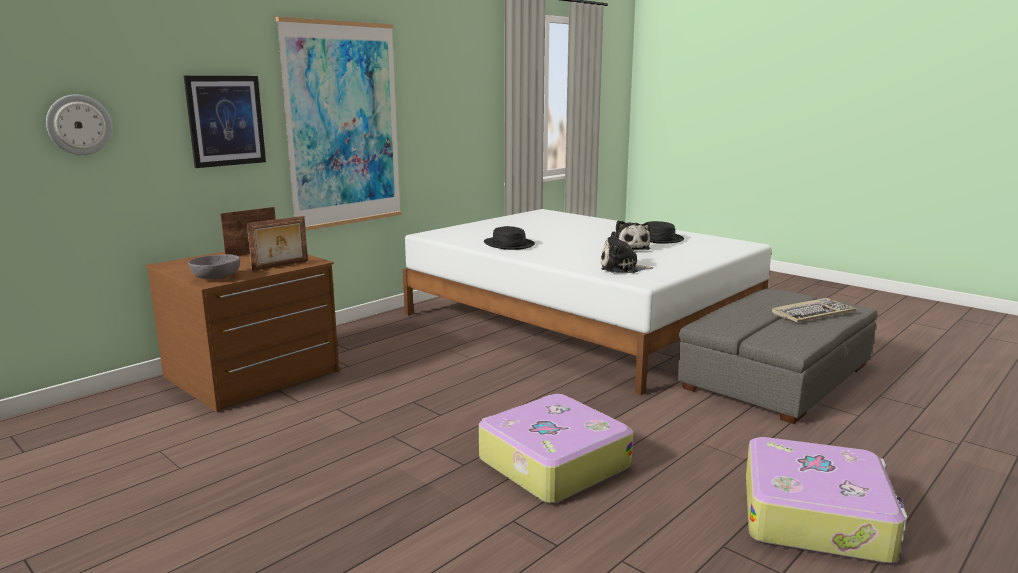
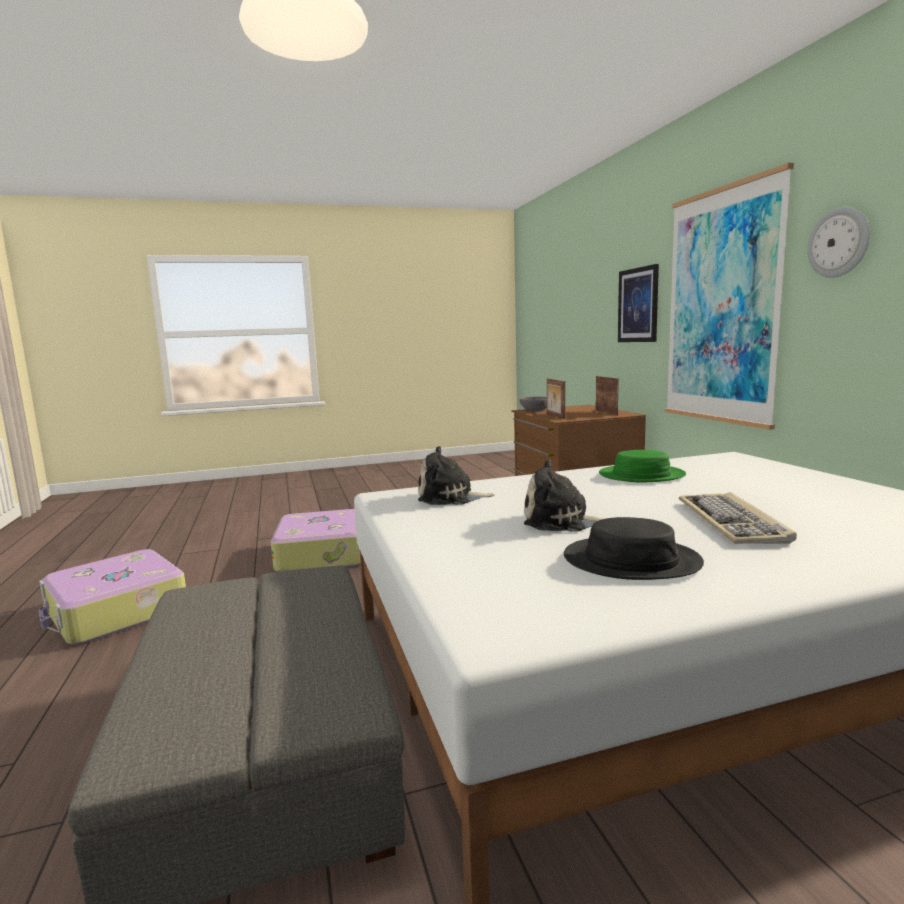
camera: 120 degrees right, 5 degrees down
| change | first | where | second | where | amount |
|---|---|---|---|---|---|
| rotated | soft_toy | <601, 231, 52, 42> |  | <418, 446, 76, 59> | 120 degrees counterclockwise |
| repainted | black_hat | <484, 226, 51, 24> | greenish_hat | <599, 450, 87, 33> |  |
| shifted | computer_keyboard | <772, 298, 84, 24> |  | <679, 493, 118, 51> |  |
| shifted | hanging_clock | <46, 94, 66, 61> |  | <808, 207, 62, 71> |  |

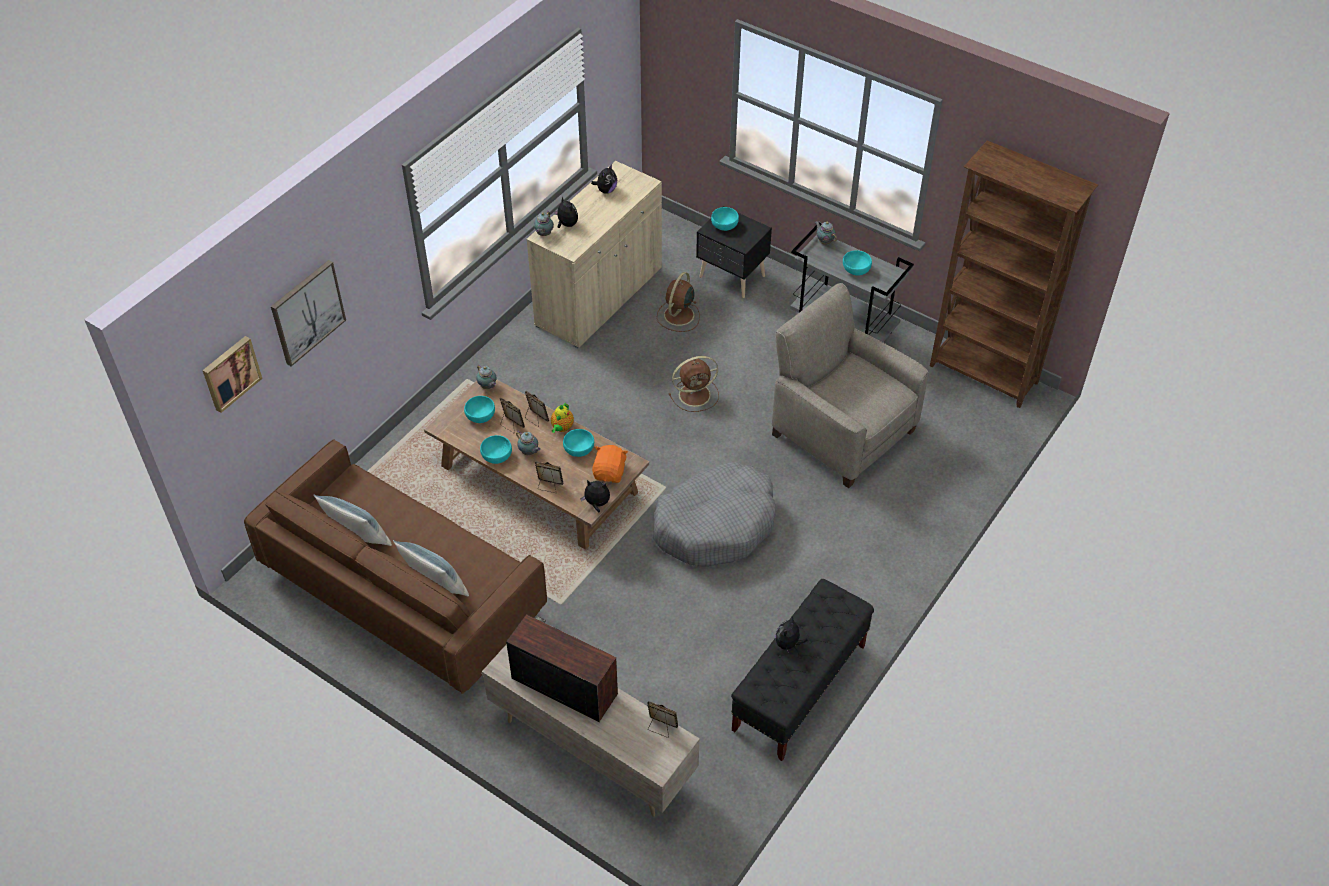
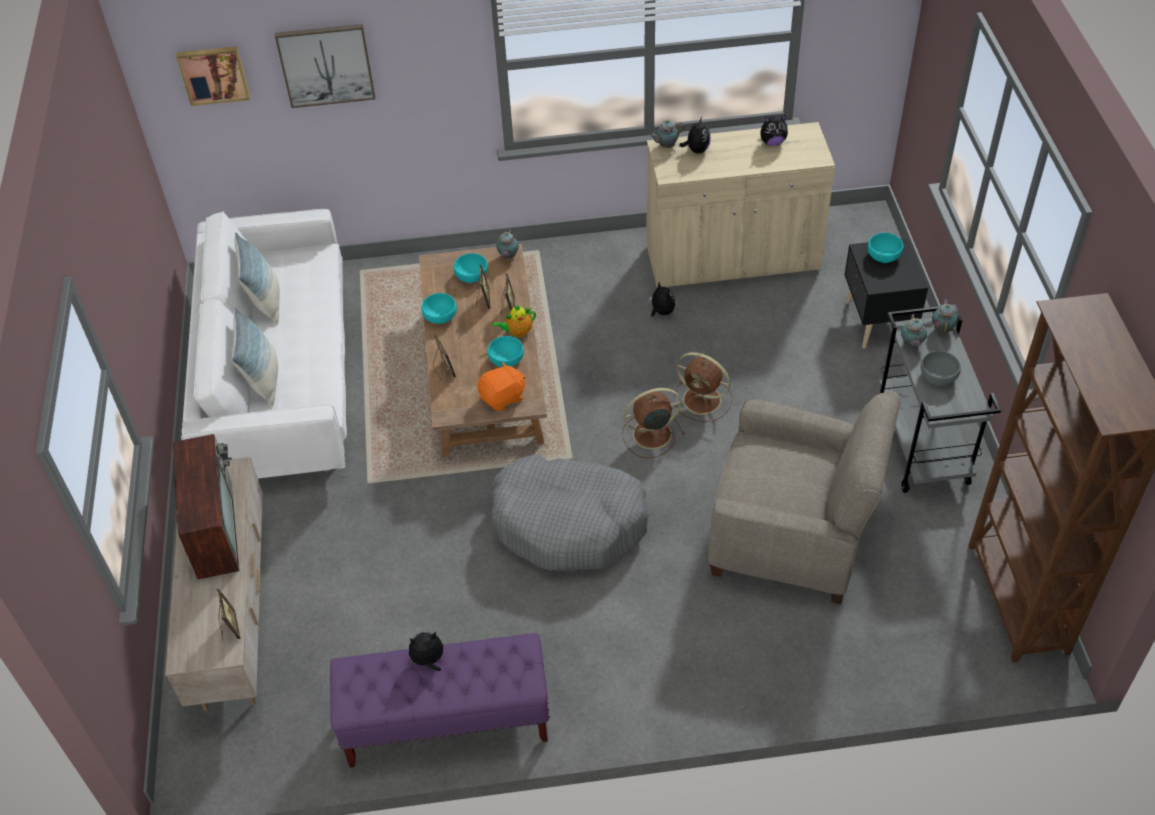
camera: 50 degrees right, 0 degrees up
| change | first | where | second | where | amount |
|---|---|---|---|---|---|
| repainted | brownish_sofa | <244, 439, 303, 255> | whitish_sofa | <181, 209, 166, 270> |  |
| repainted | black_indoor_bench | <731, 579, 143, 182> | purplish_indoor_bench | <330, 633, 220, 135> |  |
| shifted | brownish_electric_fan | <657, 272, 43, 60> |  | <622, 388, 63, 70> |  |
| shifted | soft_toy | <581, 480, 29, 32> |  | <649, 282, 26, 35> |  |
| rotated | beige_easy_chair | <772, 283, 156, 205> |  | <708, 392, 193, 212> | 105 degrees clockwise |
| shifted | teapot | <516, 431, 25, 24> |  | <901, 314, 26, 34> |  |
| repainted | turquoise_deep_dish | <843, 250, 29, 26> | greyish_deep_dish | <921, 351, 40, 34> |  |

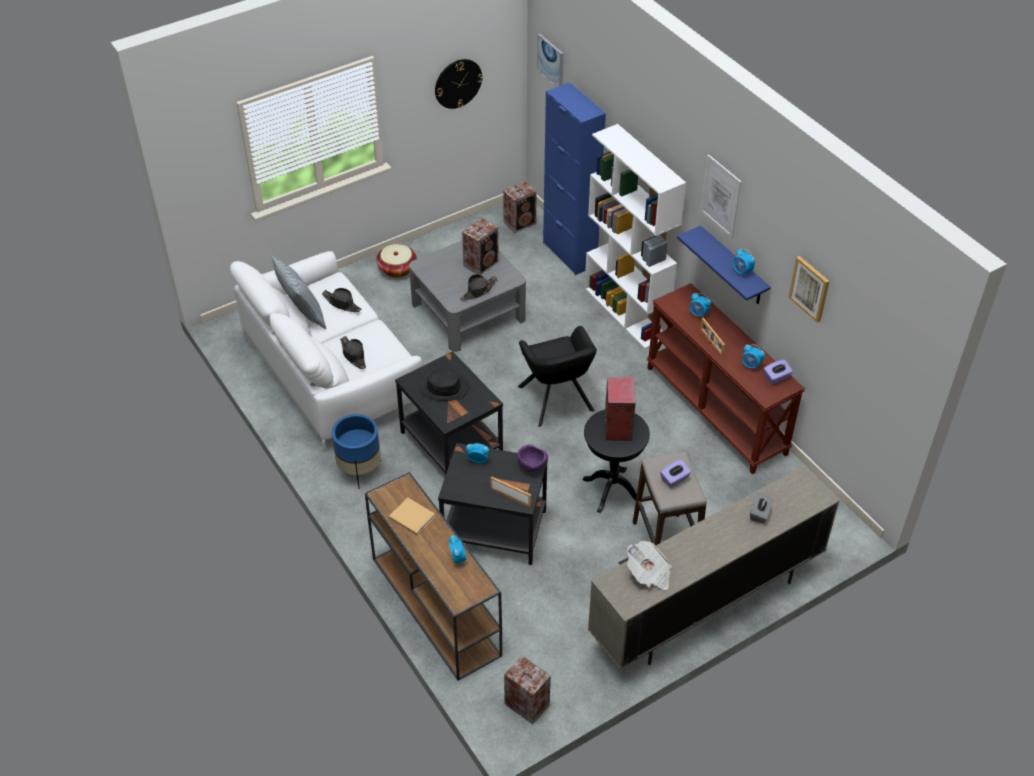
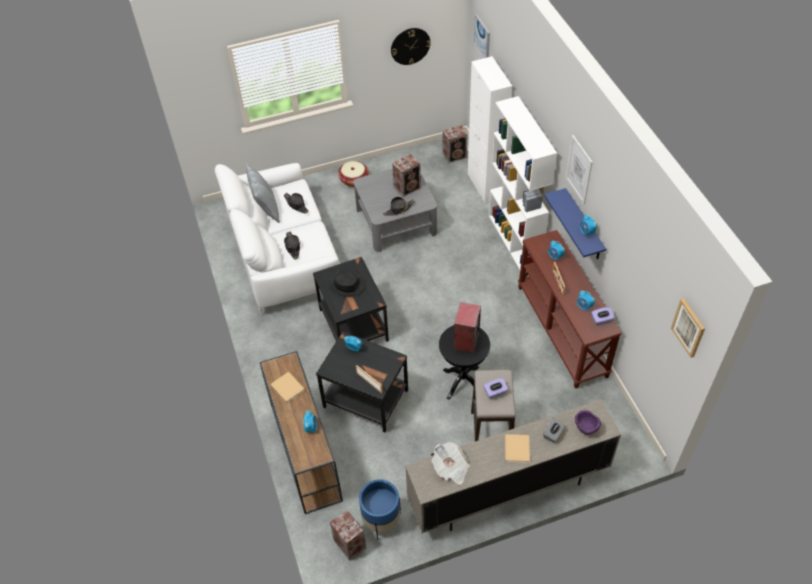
camera: 15 degrees right, 5 degrees up
| change | first | where | second | where | amount |
|---|---|---|---|---|---|
| shifted | blue-coloured_flower_pot | <332, 414, 49, 75> |  | <359, 479, 42, 61> |  |
| repainted | blue-coloured_cabinet | <543, 82, 63, 193> | whitish_cabinet | <468, 56, 44, 147> |  |
| new |  |  | beige_book | <505, 434, 25, 29> |  |
| shifted | purplish_deep_dish | <517, 445, 31, 27> |  | <575, 410, 26, 25> |  |
| shifted | wall_art | <788, 256, 41, 67> |  | <671, 298, 34, 60> |  |
| gone | black_easy_chair | <518, 326, 79, 101> |  |  |  |

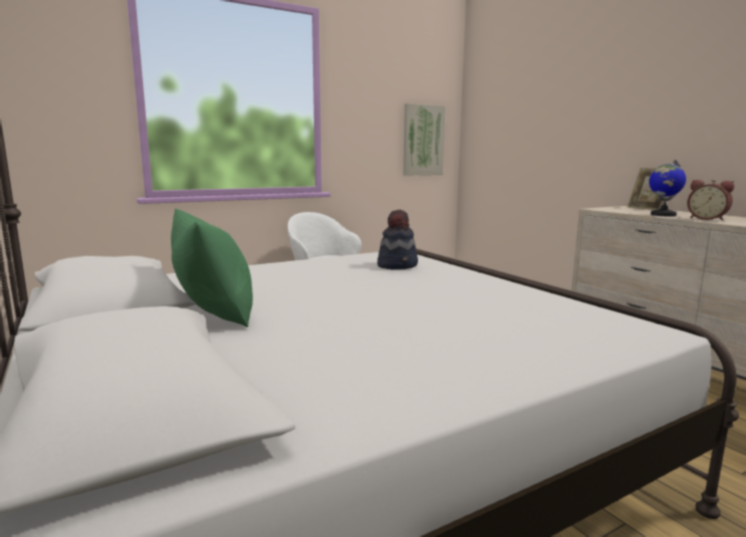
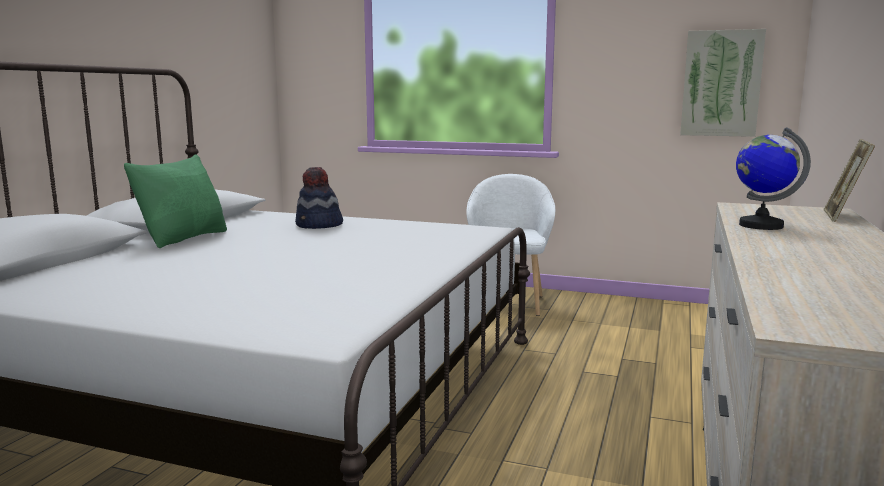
camera: 50 degrees right, 0 degrees up
| change | first | where | second | where | amount |
|---|---|---|---|---|---|
| shifted | hat | <377, 209, 41, 61> |  | <295, 167, 48, 62> |  |
| gone | bedside_clock | <687, 180, 47, 41> |  |  |  |

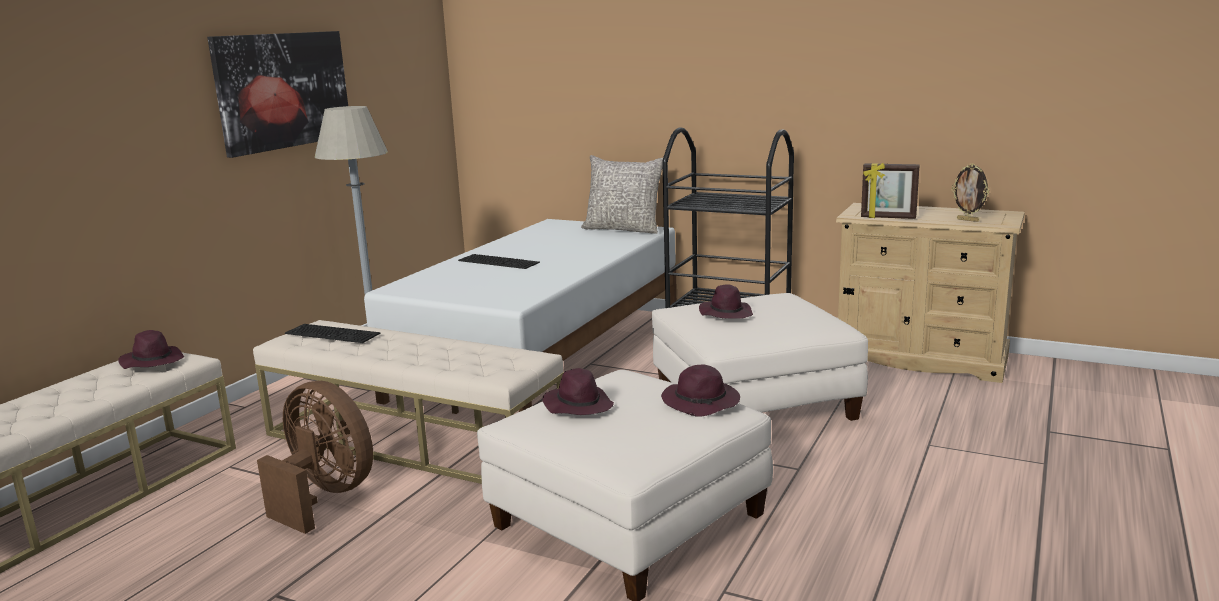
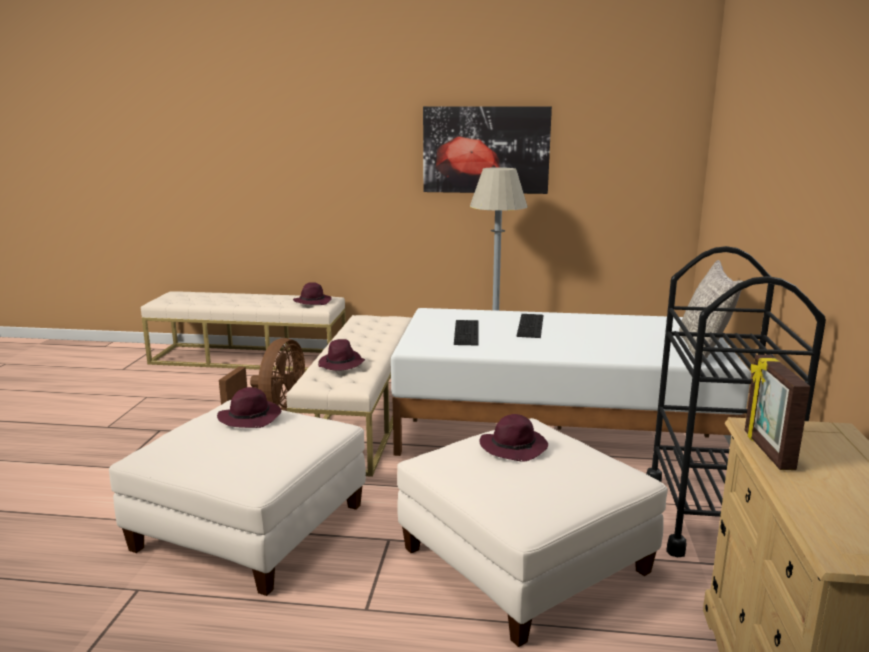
camera: 70 degrees right, 0 degrees up
| change | first | where | second | where | amount |
|---|---|---|---|---|---|
| shifted | purplish_hat | <661, 364, 79, 53> |  | <318, 339, 47, 32> |  |
| shifted | computer_keyboard | <285, 324, 96, 19> |  | <454, 320, 25, 26> |  |
| gone | picture_frame | <952, 163, 37, 59> |  |  |  |

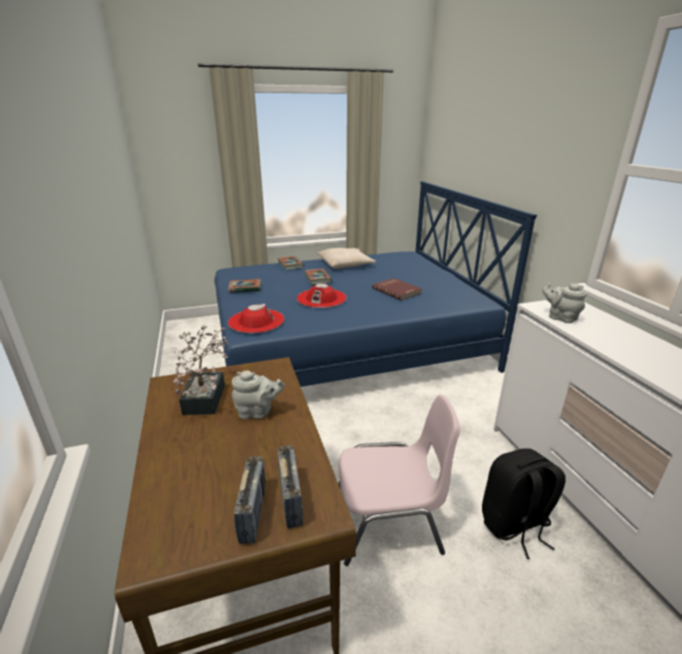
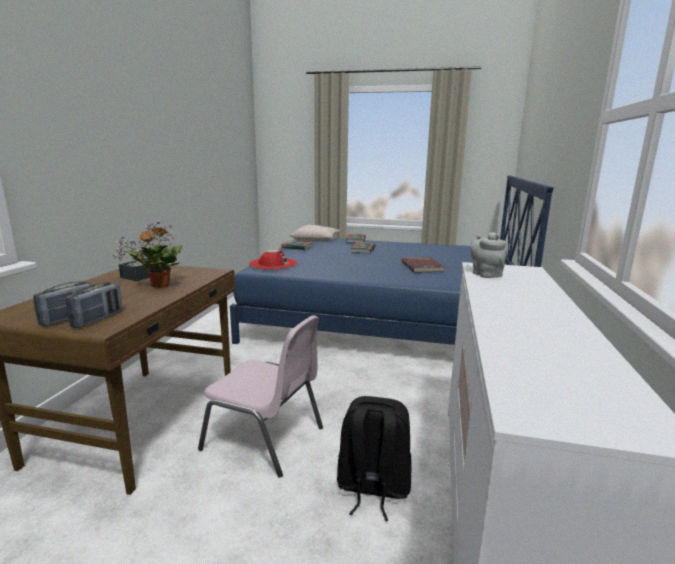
camera: 30 degrees right, 10 degrees down
| change | first | where | second | where | amount |
|---|---|---|---|---|---|
| swapped | greyish_teapot | <232, 370, 53, 50> | houseplant | <126, 227, 57, 61> |  |
| shifted | beige_throw_pillow | <317, 248, 59, 21> |  | <290, 225, 51, 16> |  |
| gone | red-coloured_hat | <297, 284, 49, 24> |  |  |  |

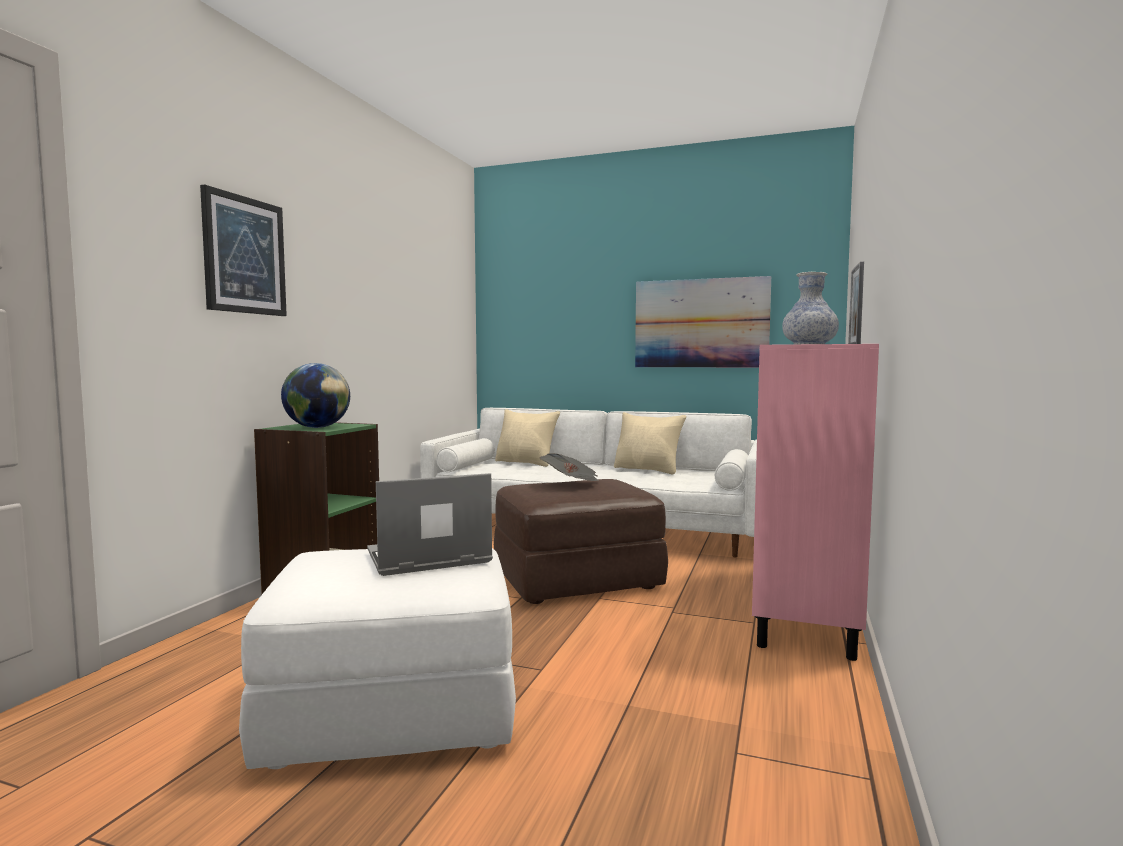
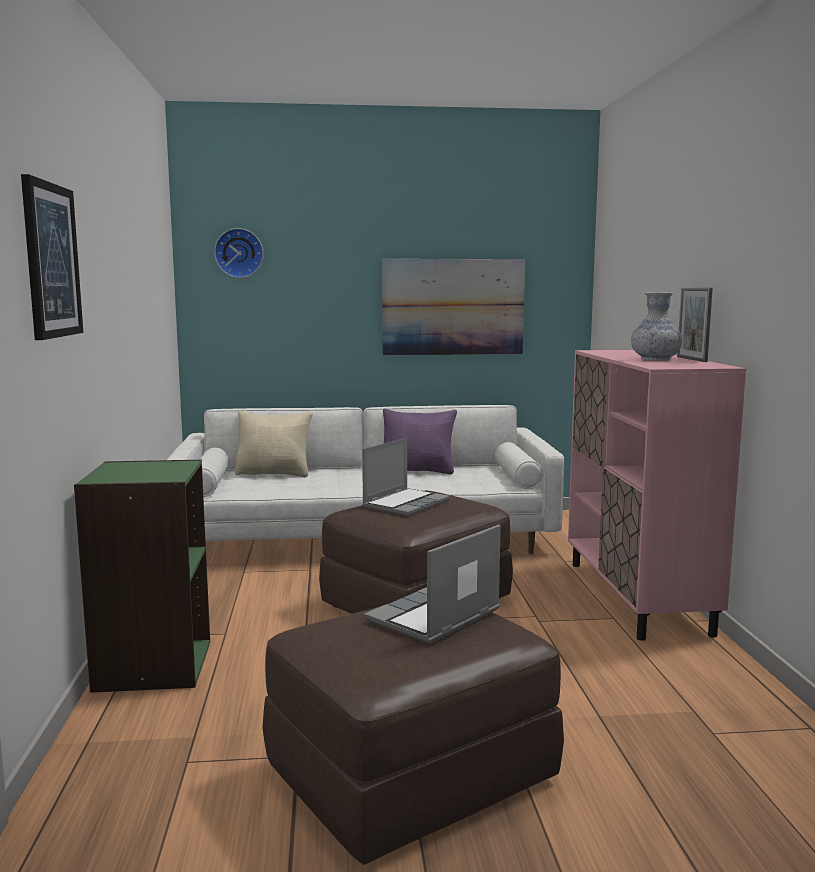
camera: 25 degrees left, 5 degrees up
| change | first | where | second | where | amount |
|---|---|---|---|---|---|
| new |  |  | hanging_clock | <214, 228, 50, 50> |  |
| repainted | whitish_footrest | <239, 548, 277, 221> | brownish_footrest | <262, 606, 302, 259> |  |
| swapped | printed_paper | <539, 453, 60, 28> | laptop | <362, 438, 88, 78> |  |
| repainted | beige_throw_pillow | <614, 412, 72, 62> | purplish_throw_pillow | <383, 409, 74, 65> |  |
| gone | desk_globe | <281, 363, 69, 65> |  |  |  |

